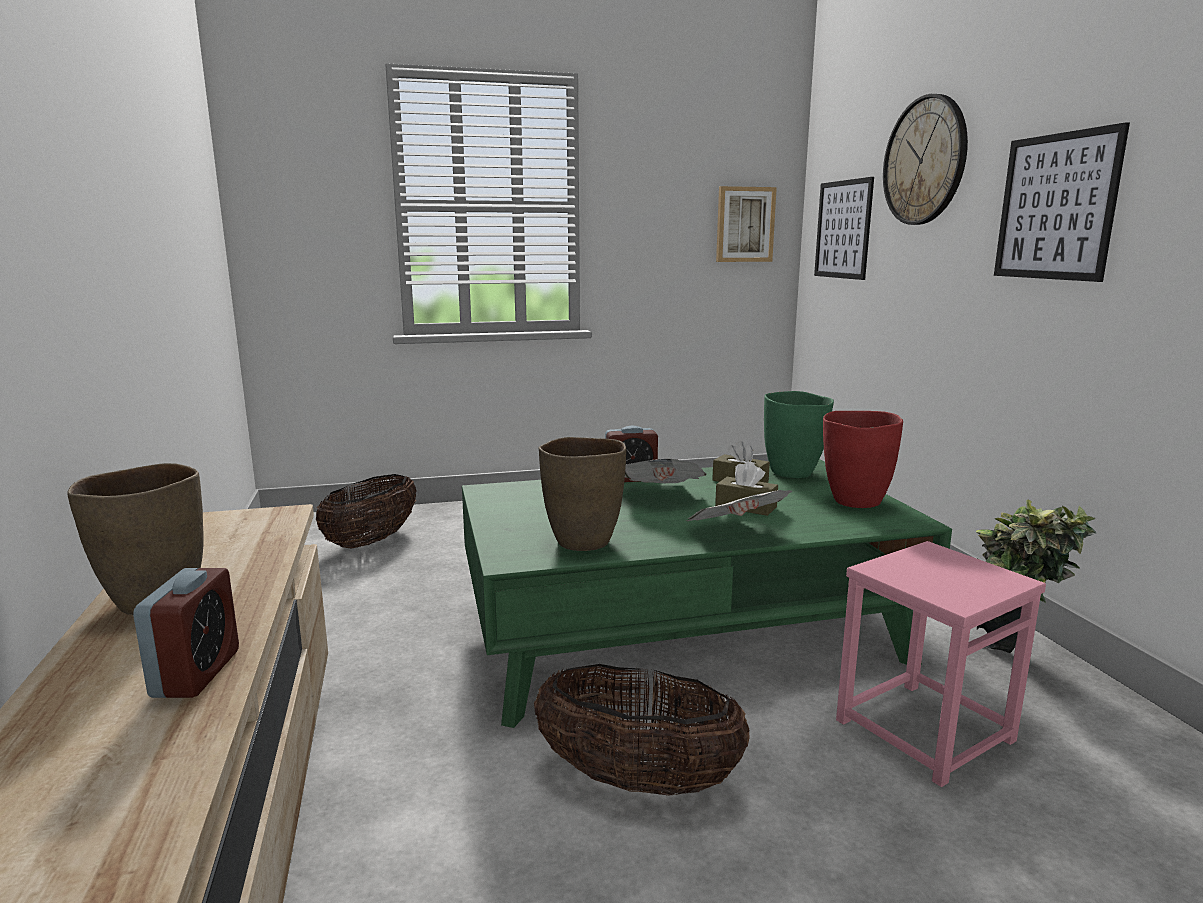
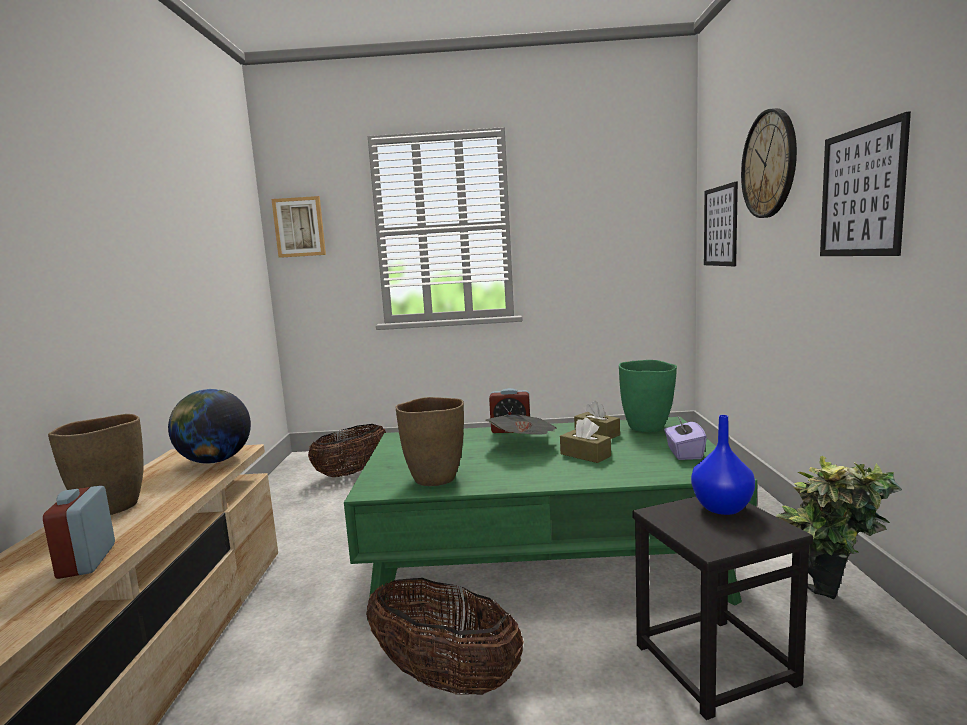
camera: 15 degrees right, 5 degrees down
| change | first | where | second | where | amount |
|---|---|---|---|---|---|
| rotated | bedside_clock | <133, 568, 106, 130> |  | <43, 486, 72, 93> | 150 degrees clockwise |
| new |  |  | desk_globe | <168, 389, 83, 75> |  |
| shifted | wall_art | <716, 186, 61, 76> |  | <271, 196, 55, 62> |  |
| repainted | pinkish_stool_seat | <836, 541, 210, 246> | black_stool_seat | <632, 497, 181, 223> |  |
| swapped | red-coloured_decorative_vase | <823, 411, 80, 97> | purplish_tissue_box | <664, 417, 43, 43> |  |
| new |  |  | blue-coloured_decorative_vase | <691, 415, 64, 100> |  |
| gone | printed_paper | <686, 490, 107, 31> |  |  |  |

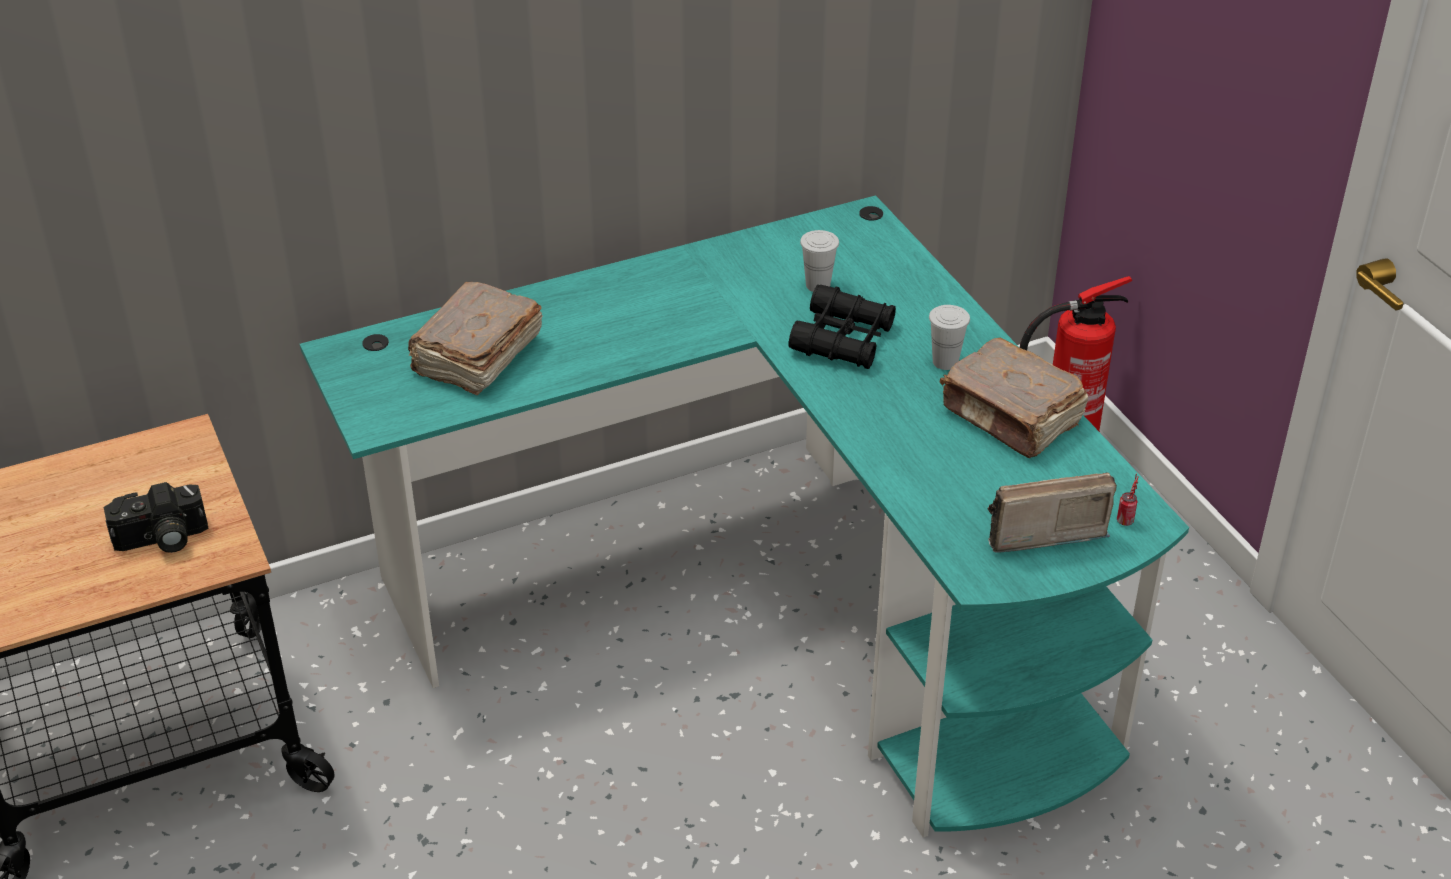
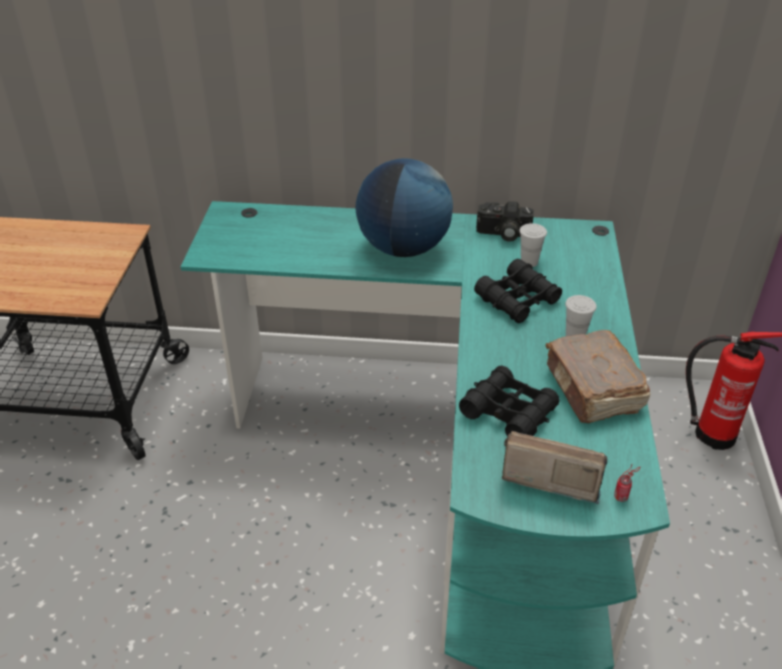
camera: 30 degrees right, 0 degrees up
| change | first | where | second | where | amount |
|---|---|---|---|---|---|
| new |  |  | desk_globe | <355, 158, 98, 99> |  |
| new |  |  | black_binoculars | <459, 365, 101, 72> |  |
| shifted | still_camera | <104, 482, 105, 71> |  | <476, 201, 58, 41> |  |
| gone | brownish_book | <408, 282, 135, 113> |  |  |  |

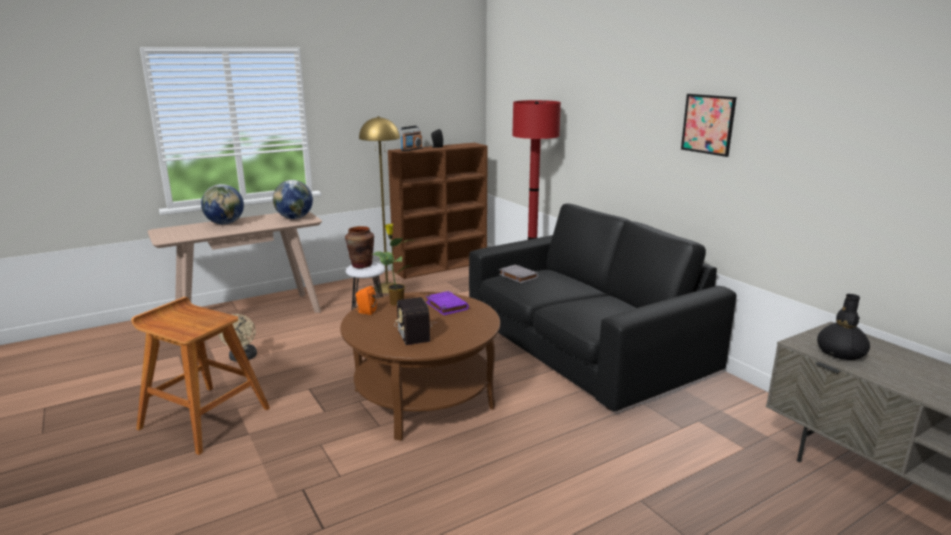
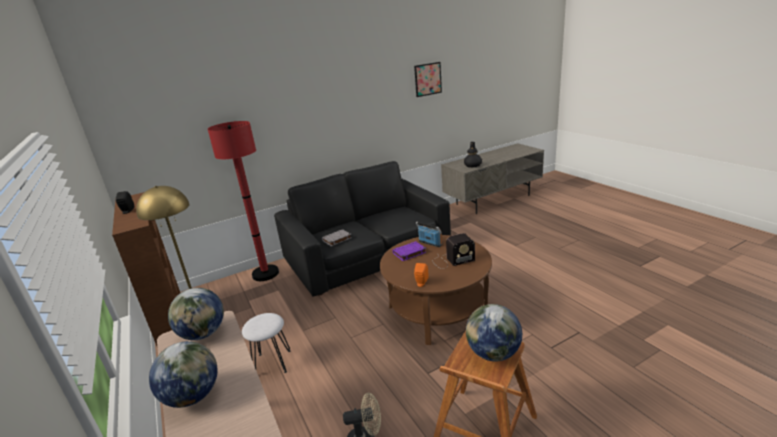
camera: 85 degrees left, 5 degrees up
| change | first | where | second | where | amount |
|---|---|---|---|---|---|
| shifted | wall_art | <681, 94, 56, 63> |  | <414, 62, 28, 35> |  |
| shifted | radio_set | <399, 125, 23, 26> |  | <416, 222, 27, 25> |  |
| new |  |  | desk_globe | <466, 304, 56, 57> |  |
| gone | brownish_decorative_vase | <345, 226, 29, 42> |  |  |  |
| gone | houseplant | <372, 224, 43, 82> |  |  |  |

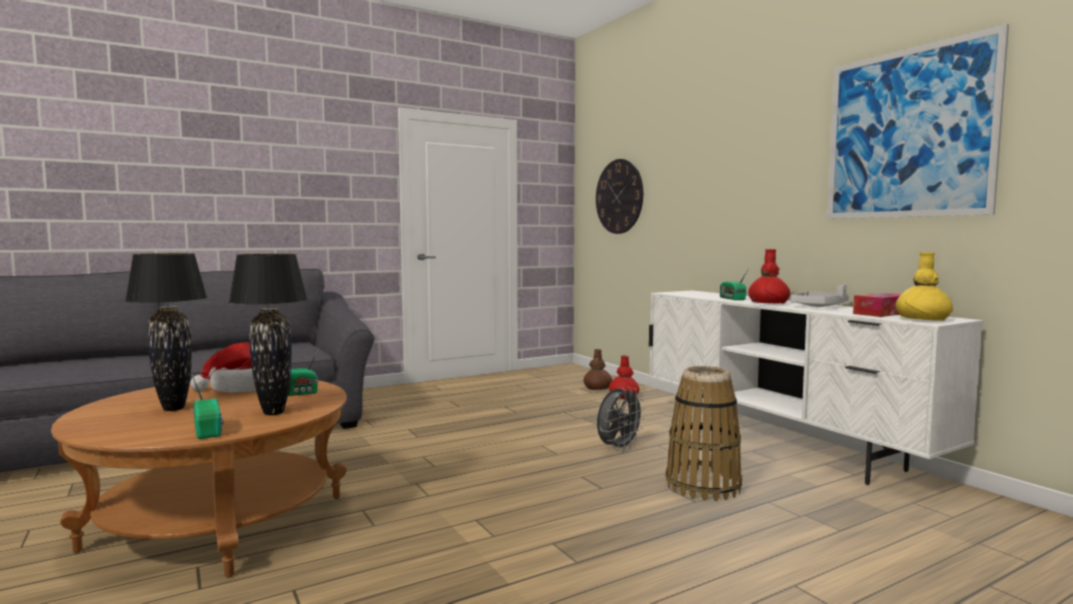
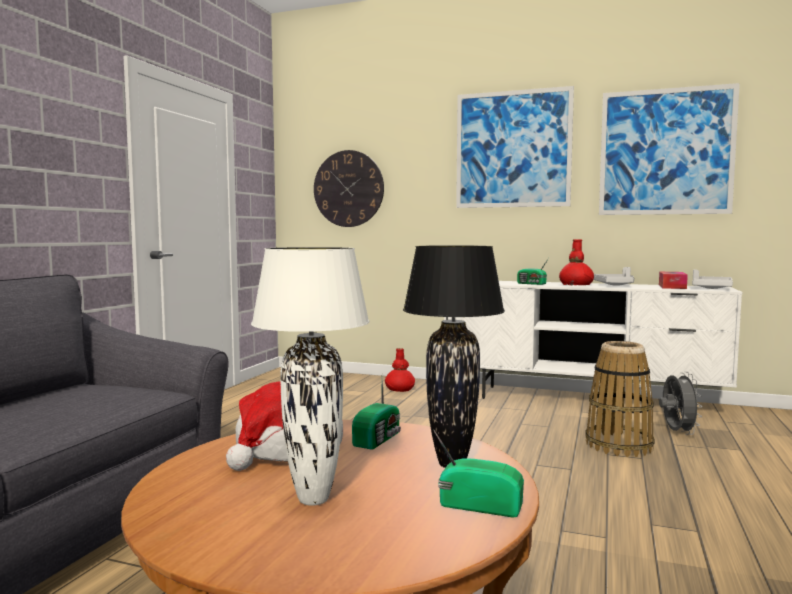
camera: 40 degrees left, 0 degrees up
| change | first | where | second | where | amount |
|---|---|---|---|---|---|
| repainted | black_lamp_for_a_table | <125, 253, 82, 158> | whitish_lamp_for_a_table | <251, 247, 118, 259> |  |
| new |  |  | wall_art | <456, 86, 118, 122> |  |
| shifted | greyish_electric_fan | <597, 387, 48, 65> |  | <659, 372, 43, 63> |  |
| swapped | yellow-coloured_decorative_vase | <896, 252, 57, 69> | greyish_tray | <692, 269, 41, 20> |  |
| gone | brownish_decorative_vase | <584, 349, 28, 41> |  |  |  |

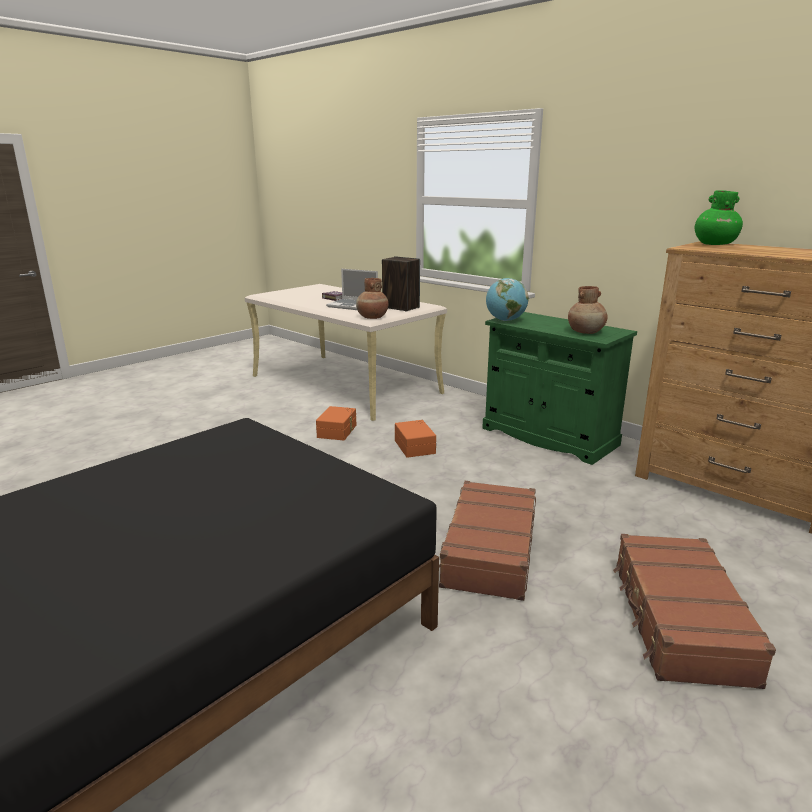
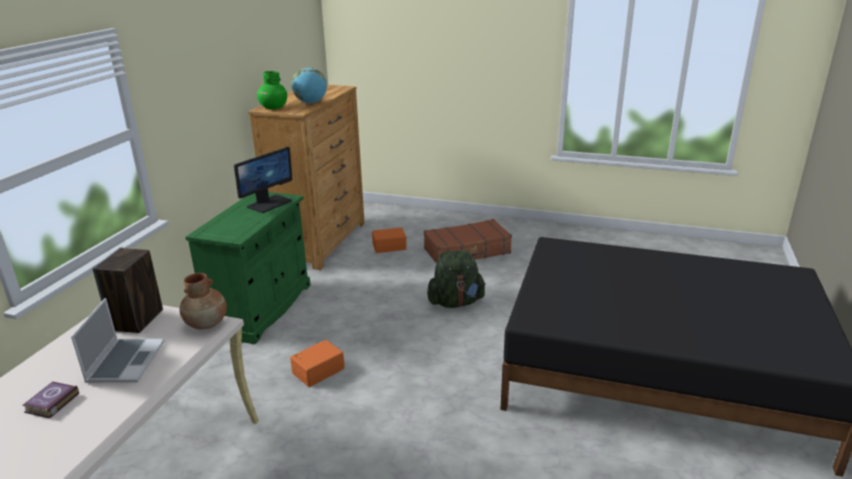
camera: 115 degrees left, 5 degrees up
| change | first | where | second | where | amount |
|---|---|---|---|---|---|
| swapped | brownish_decorative_vase | <568, 286, 39, 48> | computer_display | <234, 147, 58, 66> |  |
| shifted | desk_globe | <486, 278, 43, 43> |  | <292, 67, 35, 37> |  |
| shifted | orange-coloured_storage_container | <316, 406, 40, 35> |  | <372, 227, 35, 26> |  |
| swapped | brownish_suitcase | <439, 481, 97, 120> | greenish_backpack | <427, 250, 59, 58> |  |

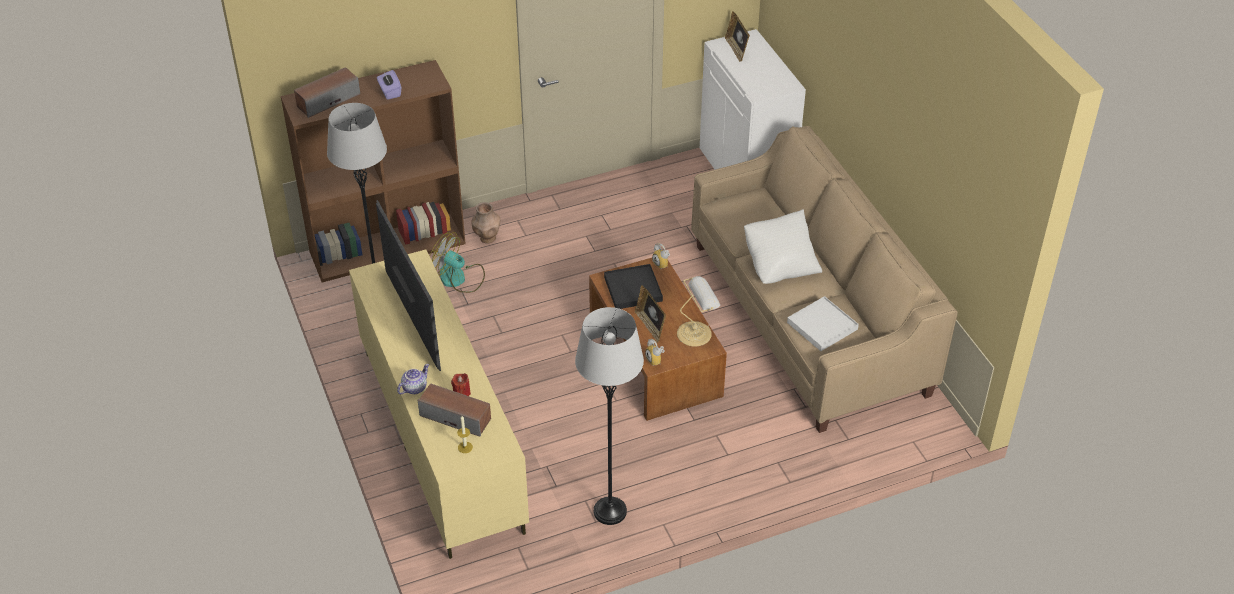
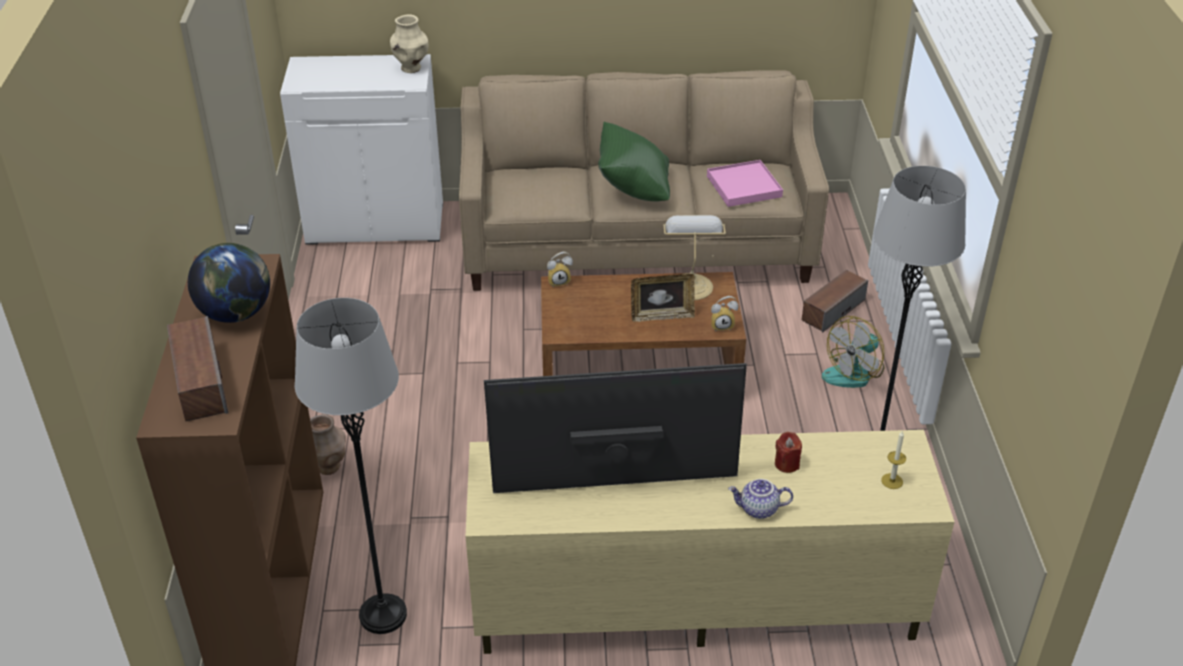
camera: 70 degrees left, 5 degrees down
| change | first | where | second | where | amount |
|---|---|---|---|---|---|
| swapped | purplish_tissue_box | <377, 70, 24, 30> | desk_globe | <188, 243, 82, 80> |  |
| new |  |  | beige_decorative_vase | <390, 14, 39, 59> |  |
| repainted | whitish_throw_pillow | <744, 209, 78, 75> | greenish_throw_pillow | <598, 122, 72, 79> |  |
| repainted | whitish_tray | <787, 296, 72, 55> | pinkish_tray | <707, 160, 76, 47> |  |
| rotated | teapot | <397, 364, 32, 30> |  | <728, 479, 65, 40> | 60 degrees counterclockwise |
| shifted | loudspeaker | <418, 383, 73, 54> |  | <802, 270, 66, 62> |  |
| shifted | electric_fan | <430, 232, 55, 61> |  | <822, 316, 63, 72> |  |
| gone | black_tray | <604, 264, 59, 45> |  |  |  |
| gone | picture_frame | <725, 11, 25, 52> |  |  |  |

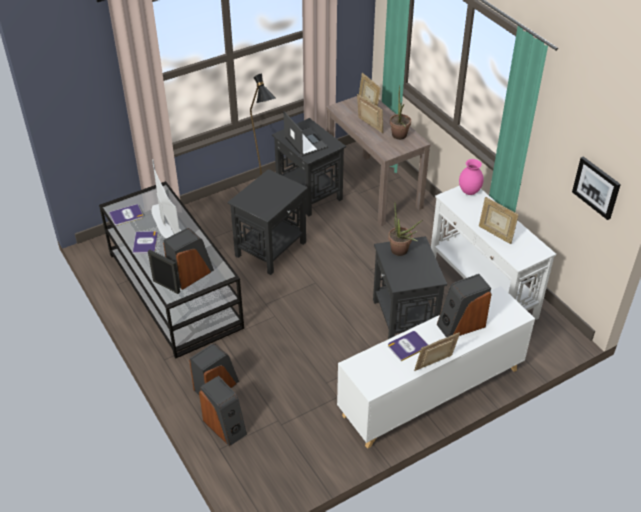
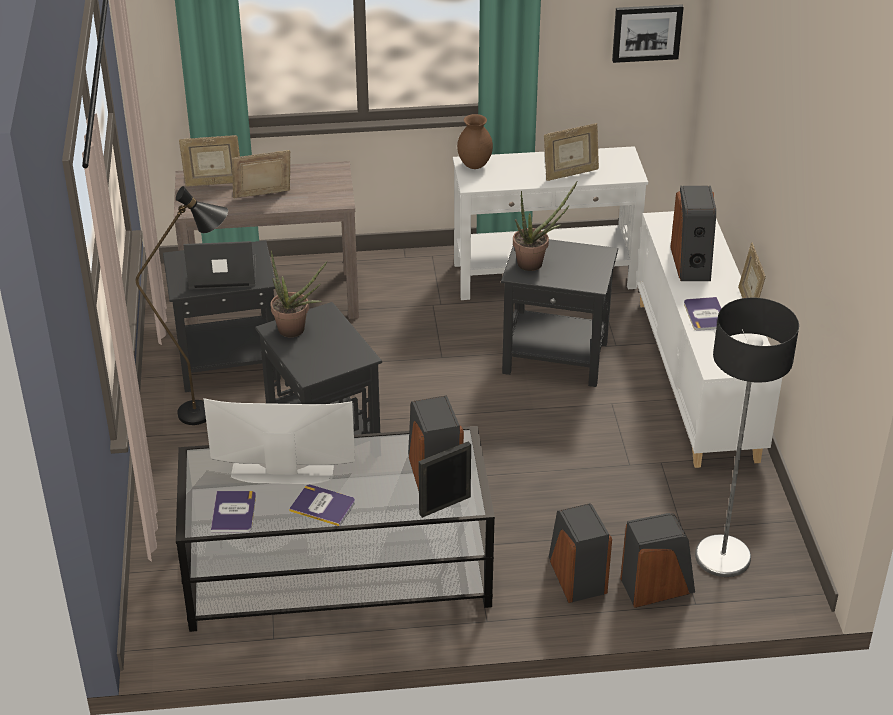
camera: 65 degrees left, 5 degrees down
| change | first | where | second | where | amount |
|---|---|---|---|---|---|
| shifted | houseplant | <390, 85, 21, 55> |  | <270, 250, 58, 87> |  |
| repainted | pinkish_decorative_vase | <459, 159, 25, 36> | brownish_decorative_vase | <457, 114, 36, 55> |  |
| new |  |  | standing_lamp | <695, 298, 104, 279> |  |

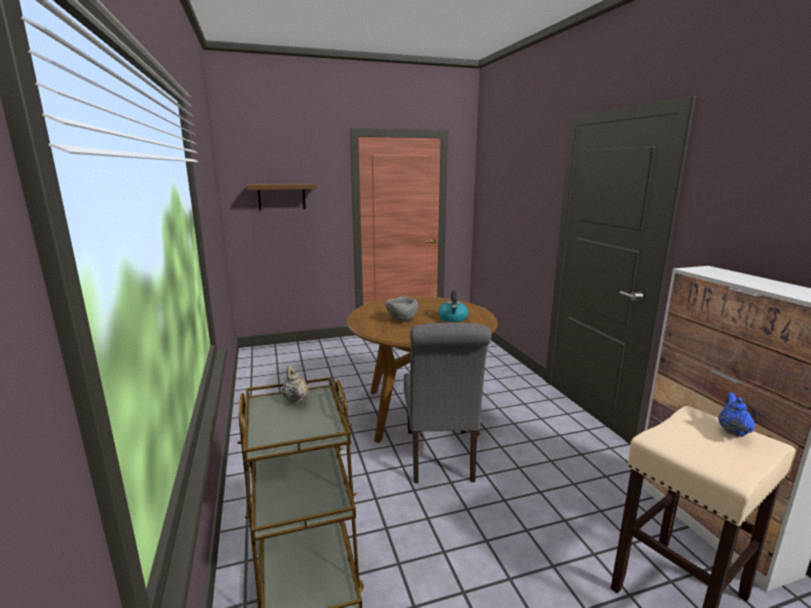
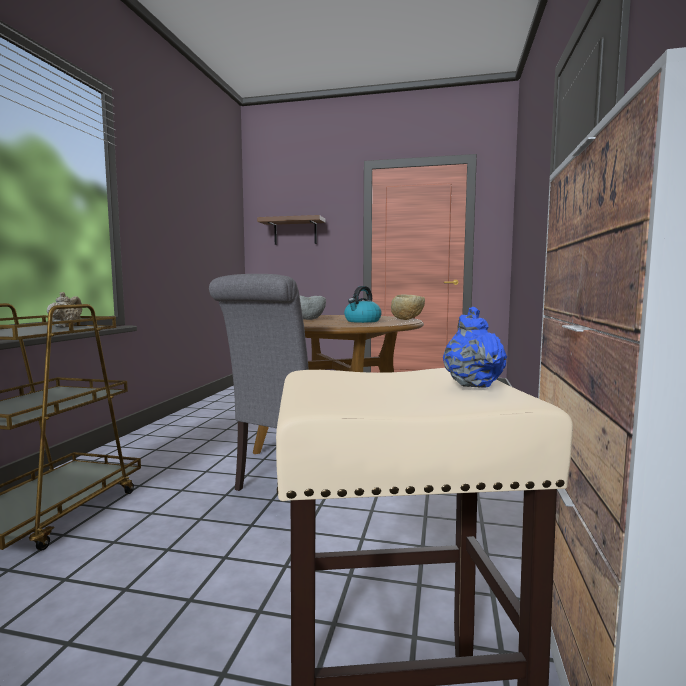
camera: 30 degrees right, 10 degrees down
| change | first | where | second | where | amount |
|---|---|---|---|---|---|
| new |  |  | beige_deep_dish | <391, 294, 34, 26> |  |
| rotated | blue-coloured_teapot | <718, 392, 37, 45> |  | <443, 307, 64, 81> | 45 degrees counterclockwise |

